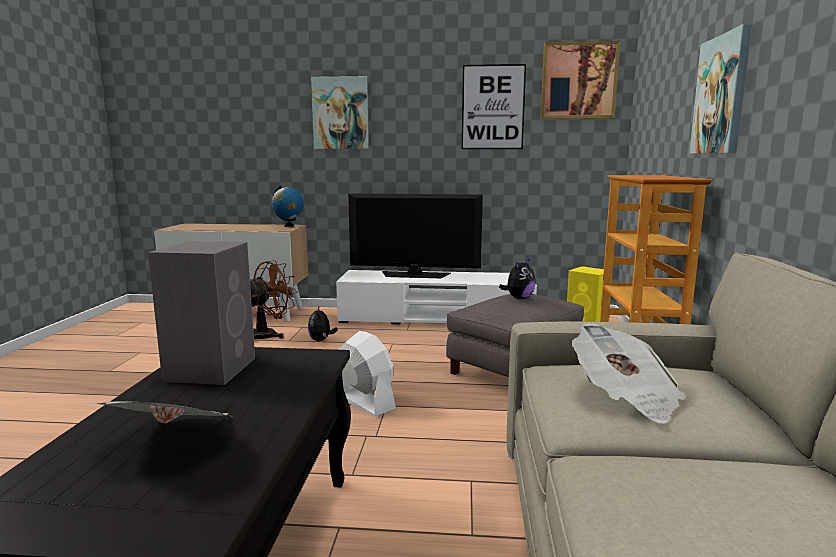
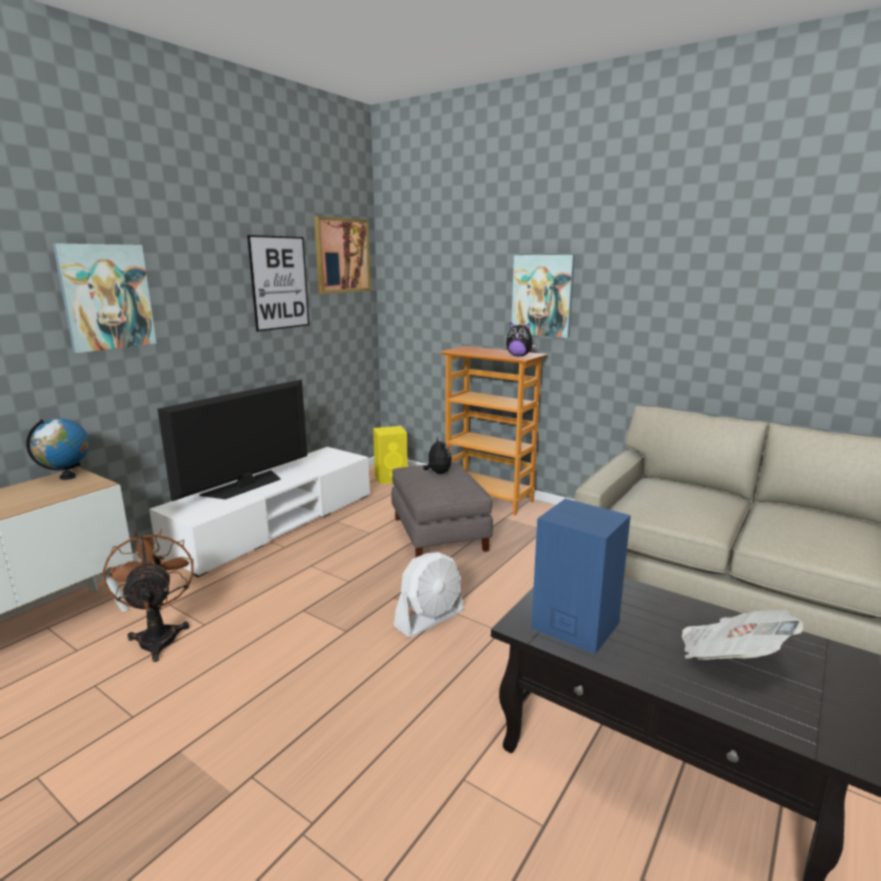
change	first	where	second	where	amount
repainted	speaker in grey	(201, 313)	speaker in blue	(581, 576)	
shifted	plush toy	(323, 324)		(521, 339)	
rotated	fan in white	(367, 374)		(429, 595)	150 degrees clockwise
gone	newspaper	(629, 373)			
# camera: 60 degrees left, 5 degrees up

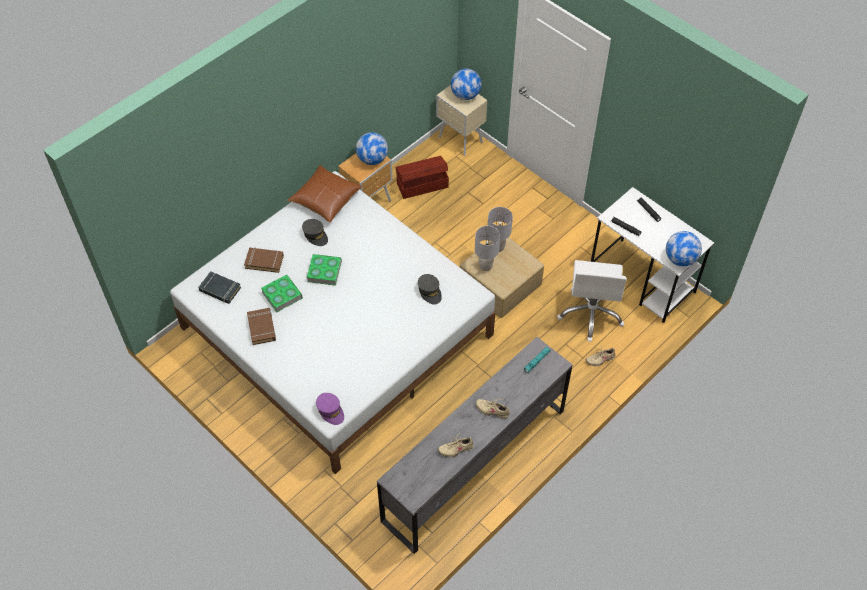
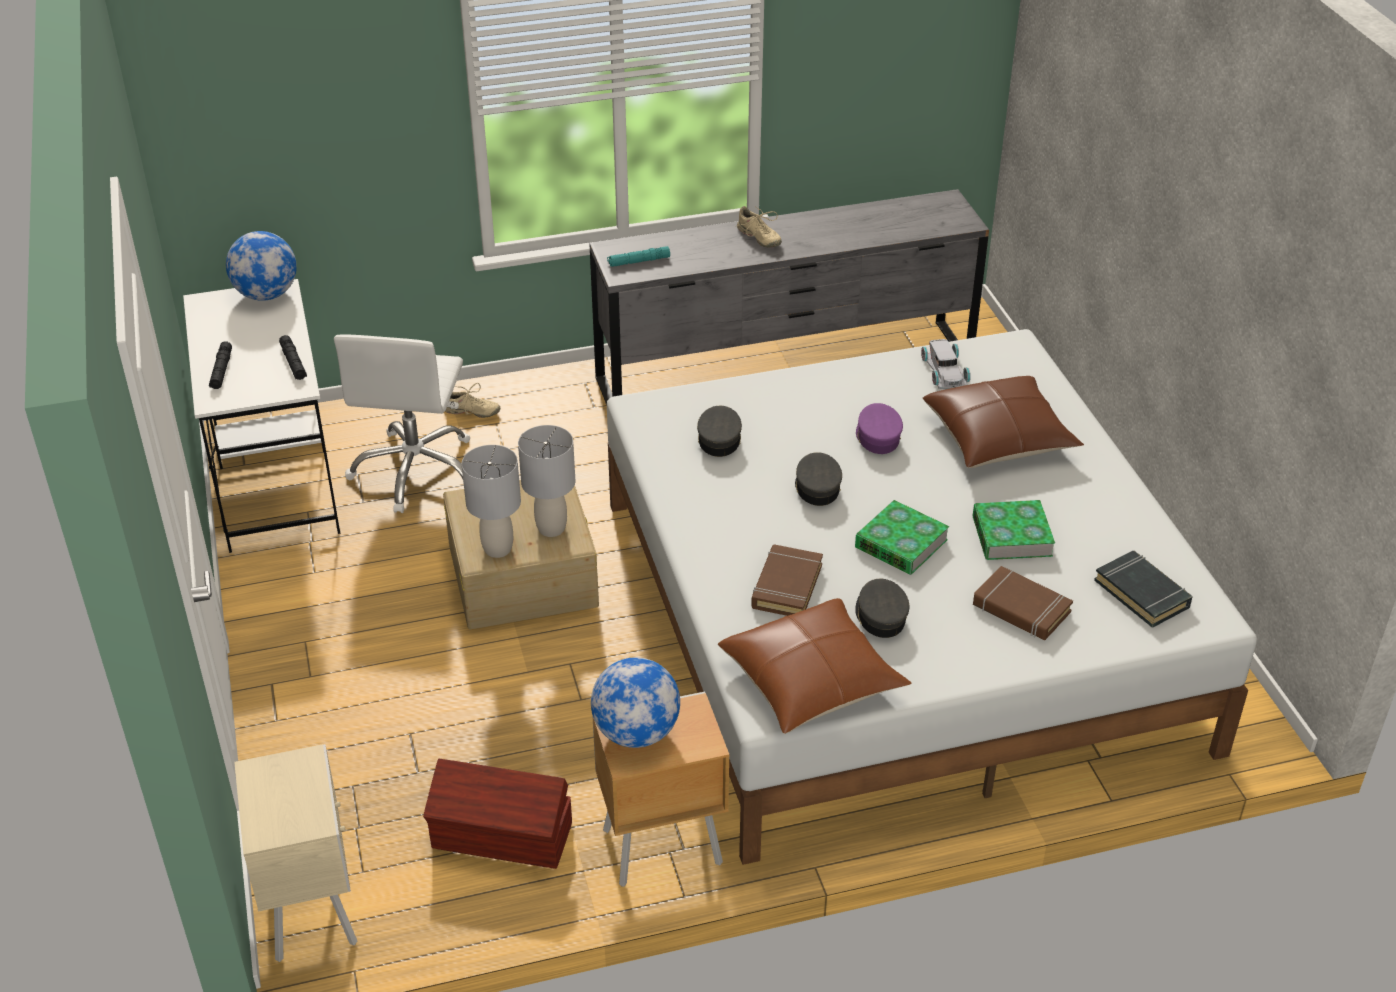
change	first	where	second	where	amount
shifted	book in brown	(261, 326)		(787, 580)	
shifted	cap in purple	(330, 409)		(879, 428)	
gone	shoe in beige	(456, 445)			
gone	globe	(466, 84)			
rotated	office chair in white	(592, 301)		(402, 423)	150 degrees clockwise
new			cap in grey	(818, 479)	
new			toy car in white	(946, 364)	
new			pillow in brown	(1003, 422)	
# camera: 150 degrees left, 15 degrees down

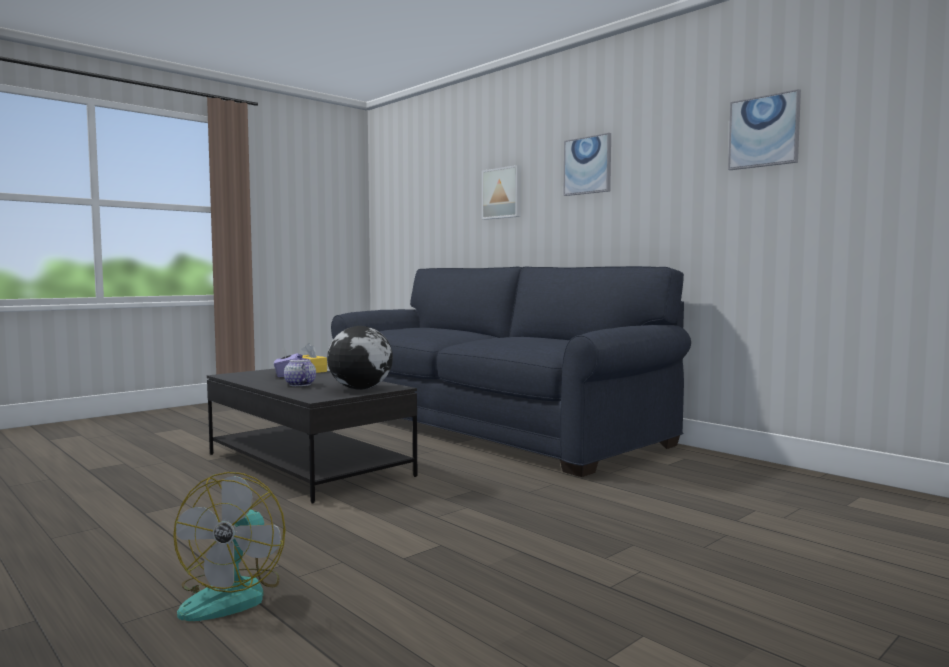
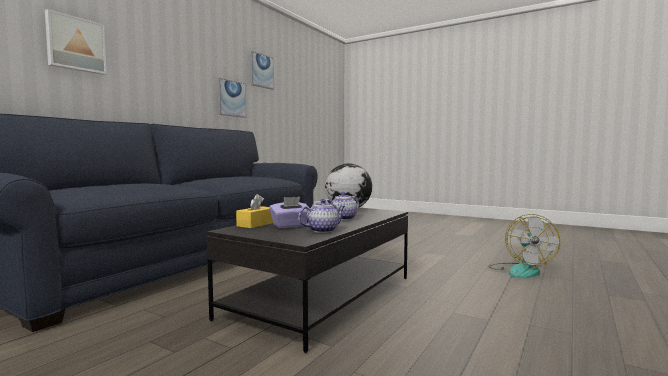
change	first	where	second	where	amount
rotated	fan	(229, 546)		(524, 246)	105 degrees clockwise
shifted	picture	(587, 164)		(232, 98)	
new			teapot	(321, 216)	
# camera: 105 degrees left, 0 degrees up

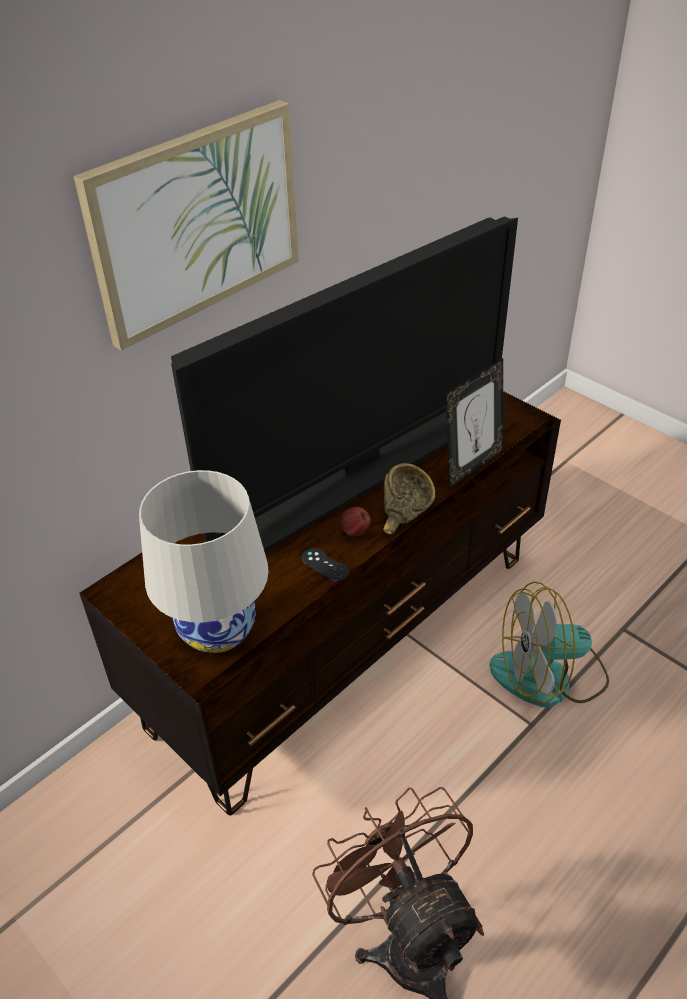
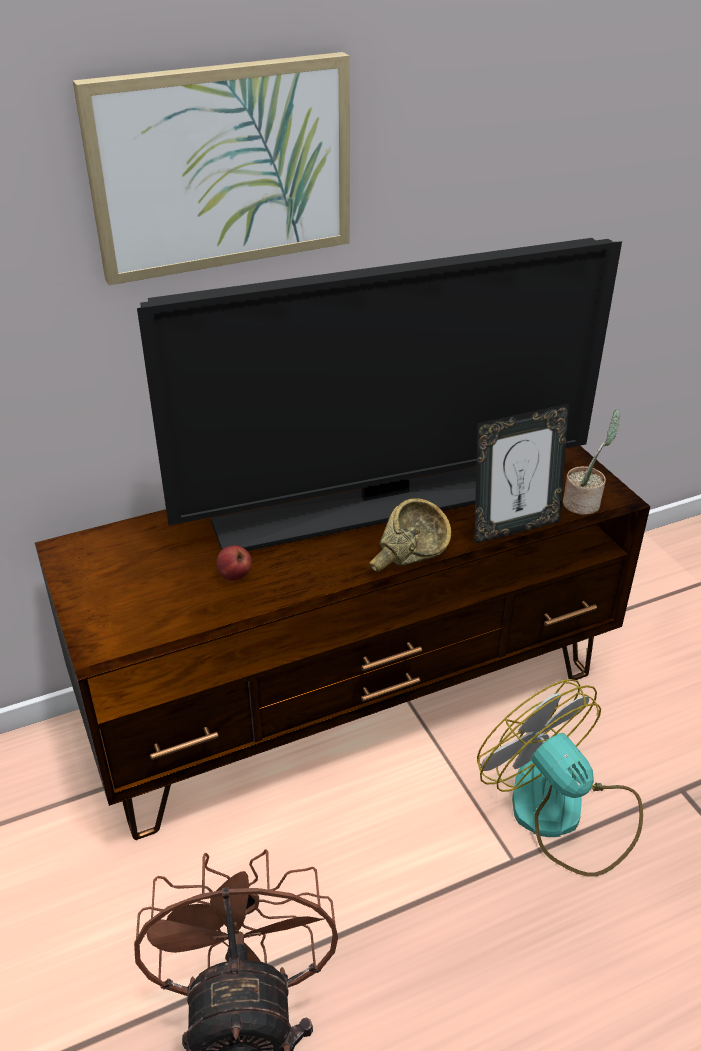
change	first	where	second	where	amount
gone	table lamp in white	(204, 561)			
gone	game controller in black	(325, 565)			
shifted	apple	(355, 522)		(234, 563)	
rotated	fan	(549, 645)		(560, 778)	45 degrees clockwise
new			potted plant	(591, 462)	
# camera: 20 degrees right, 5 degrees down

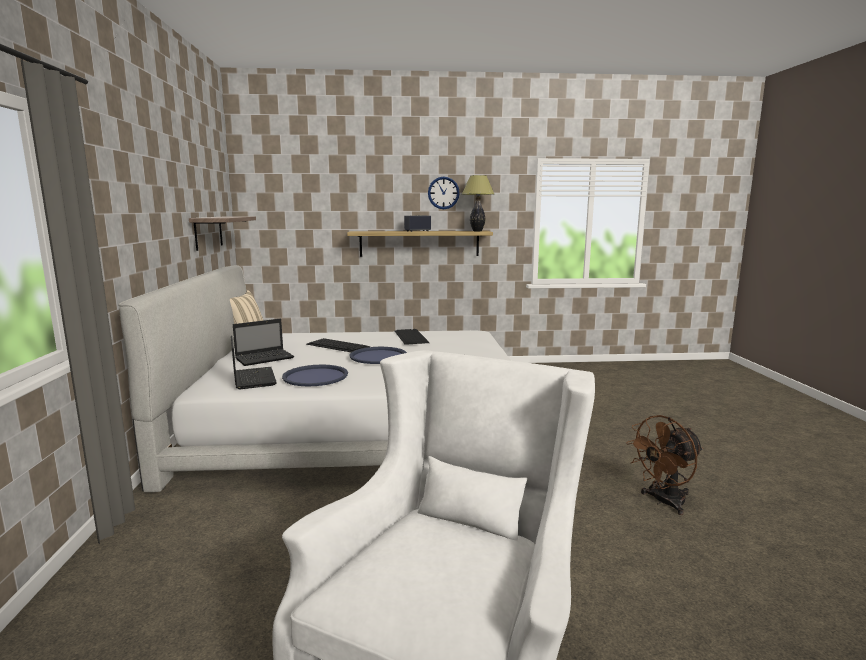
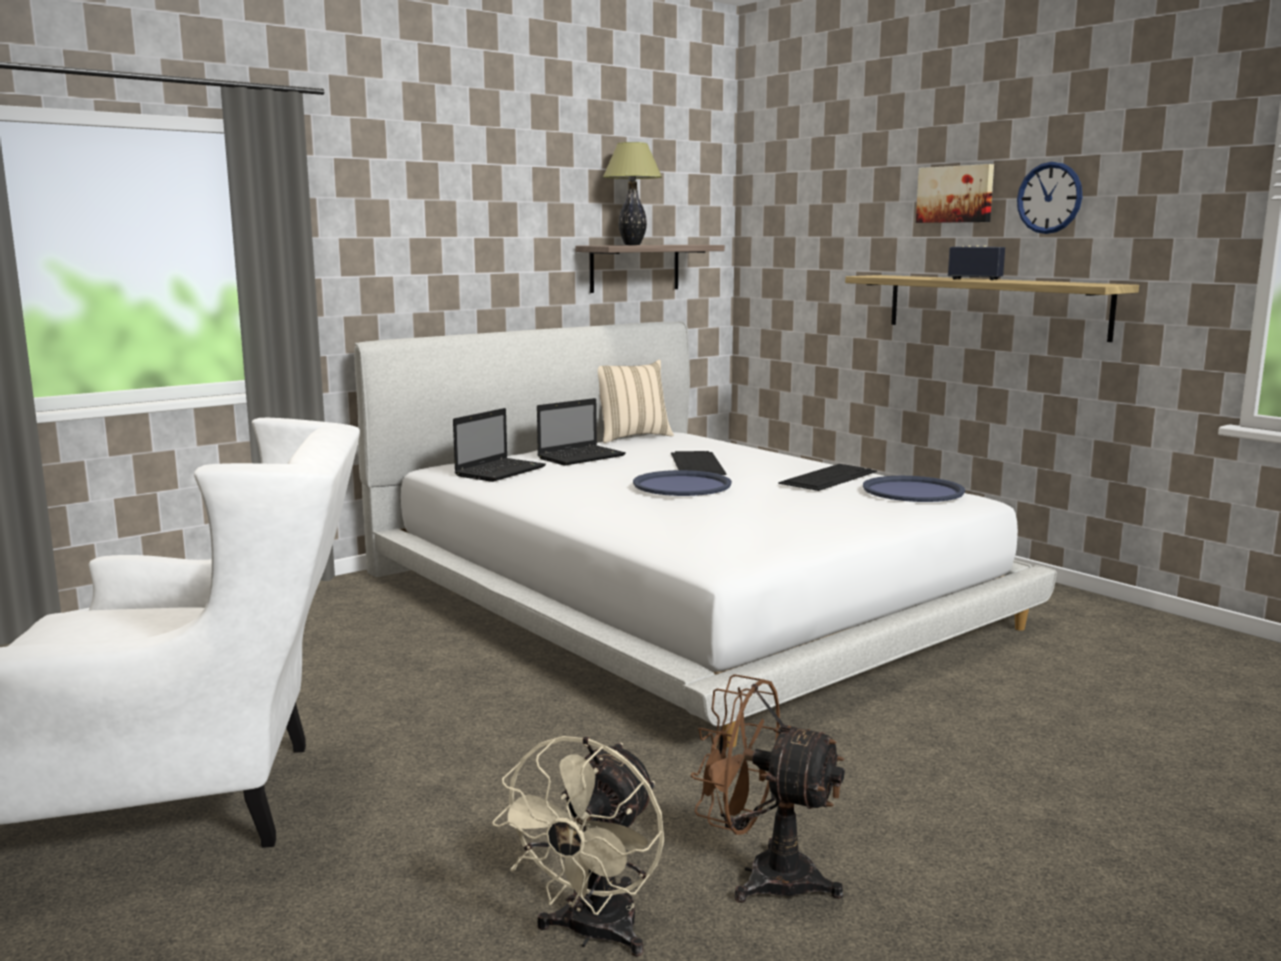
change	first	where	second	where	amount
rotated	laptop	(263, 342)		(581, 432)	60 degrees counterclockwise
shifted	tray in blue	(315, 375)		(914, 489)	
shifted	table lamp	(478, 203)		(632, 193)	
new			fan in beige	(578, 846)	
new			picture	(955, 193)	
# camera: 55 degrees right, 0 degrees up

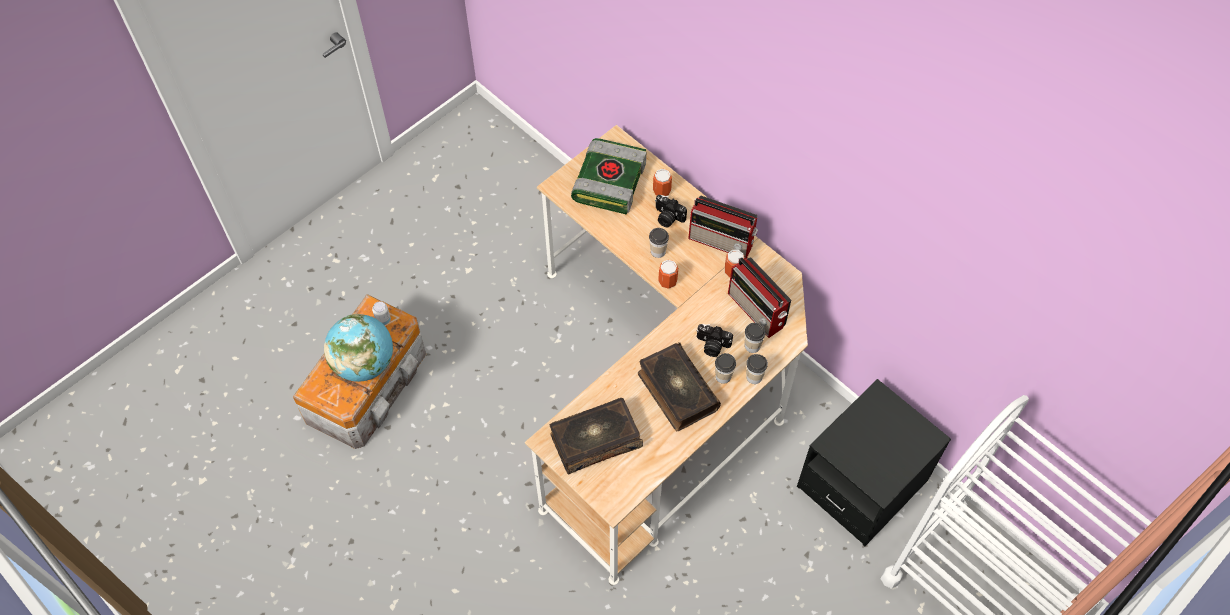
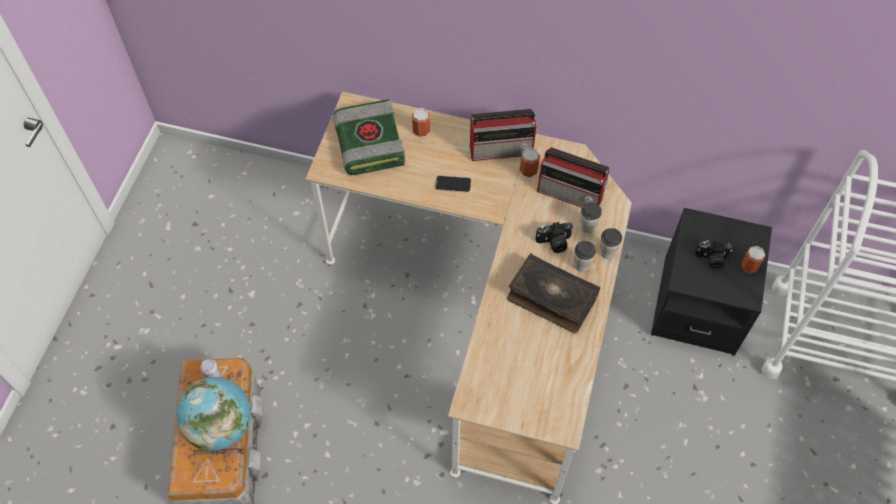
change	first	where	second	where	amount
gone	book	(596, 436)			
swapped	cup	(659, 243)	phone	(453, 184)	
shifted	photo camera	(671, 211)		(714, 254)	
shifted	can	(668, 274)		(753, 259)	
# camera: 30 degrees left, 0 degrees up

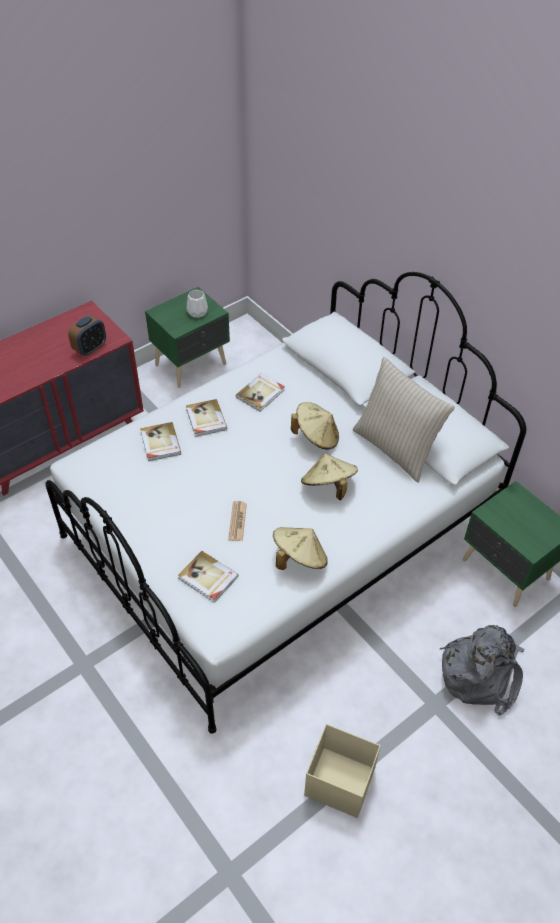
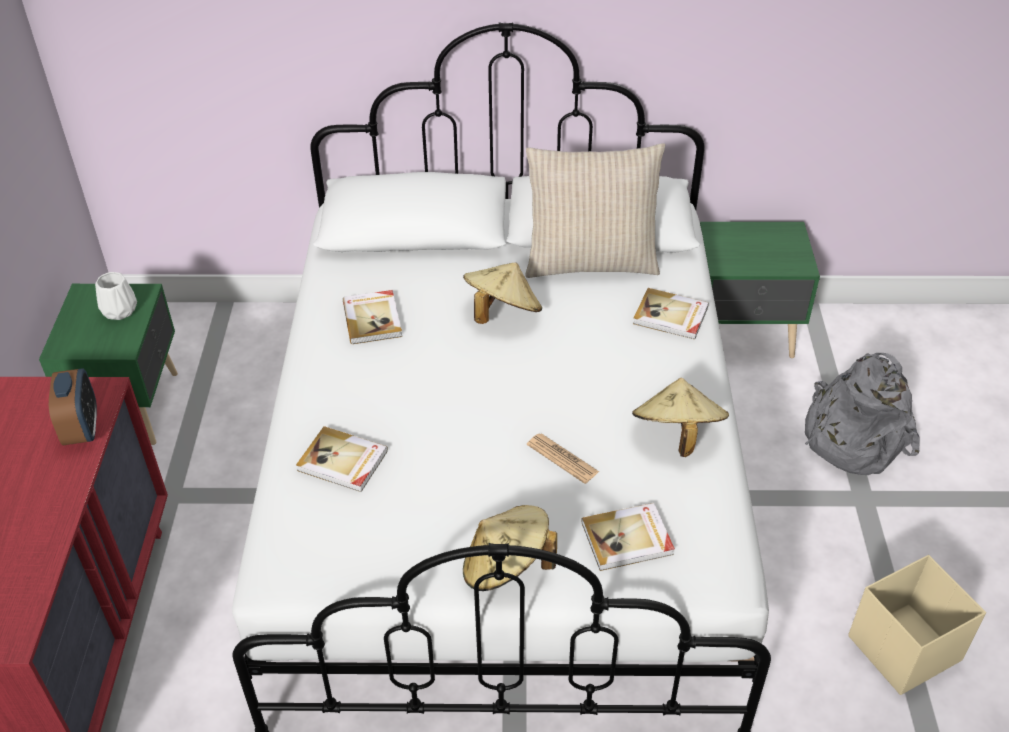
change	first	where	second	where	amount
shifted	book	(206, 418)		(671, 314)	
shifted	hat in beige	(329, 477)		(510, 548)	
# camera: 50 degrees left, 5 degrees down

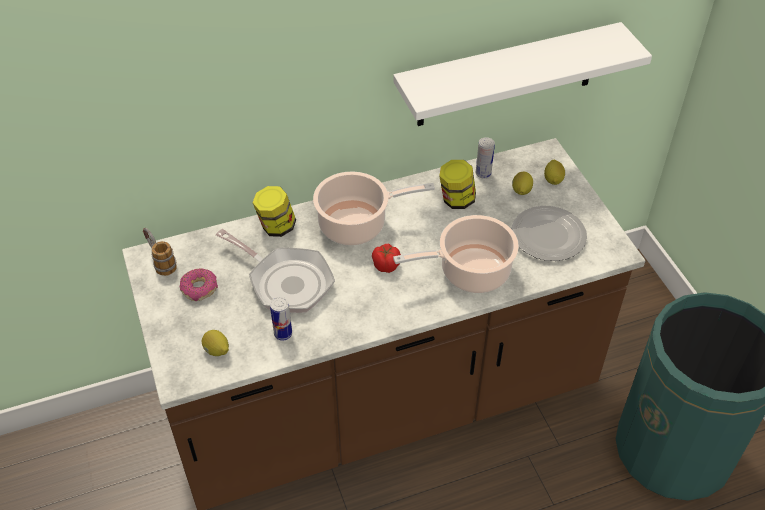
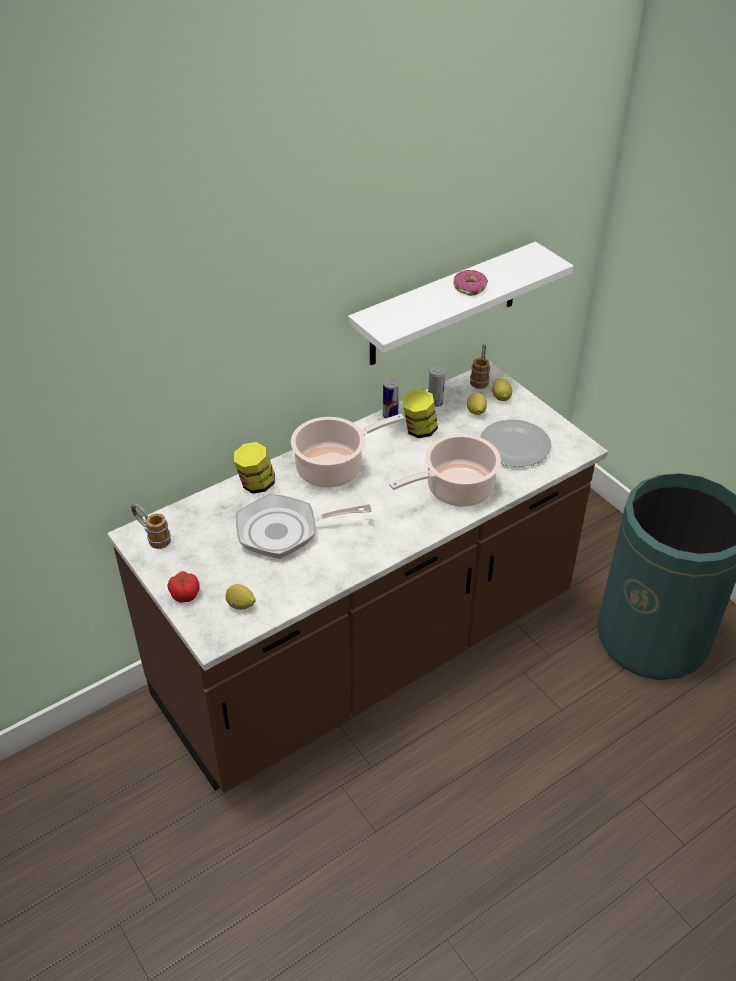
change	first	where	second	where	amount
shifted	donut	(199, 284)		(470, 283)	
rotated	frying pan	(275, 271)		(304, 526)	150 degrees clockwise
shifted	can	(281, 319)		(391, 398)	
shifted	tomato	(386, 258)		(184, 587)	
new			mug	(480, 366)	
# camera: 15 degrees left, 5 degrees down

